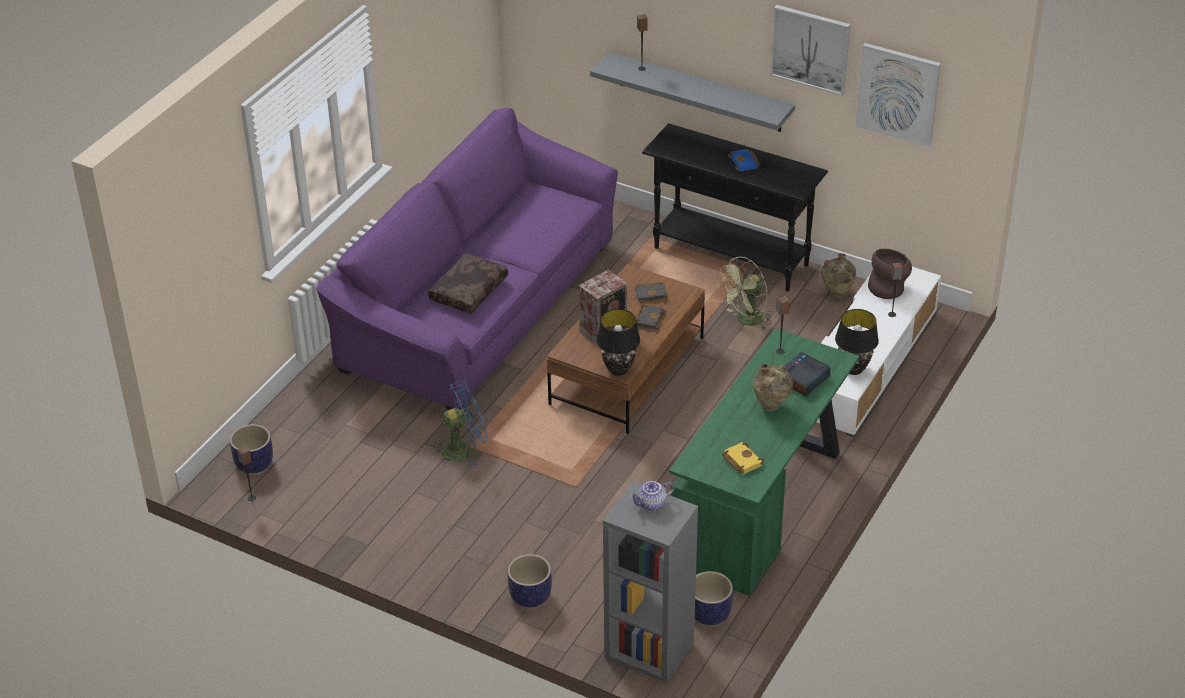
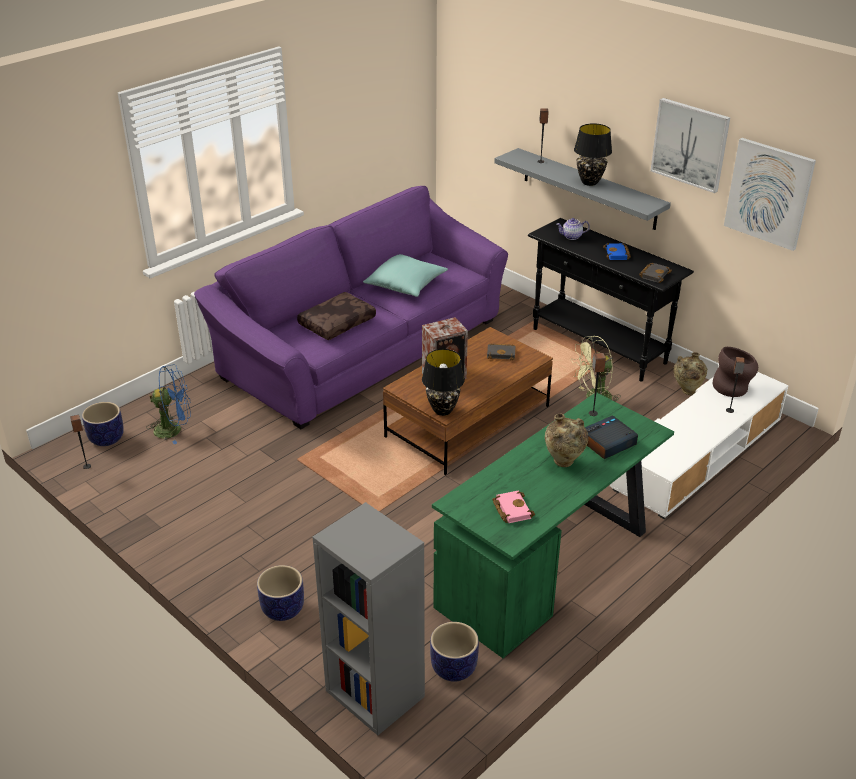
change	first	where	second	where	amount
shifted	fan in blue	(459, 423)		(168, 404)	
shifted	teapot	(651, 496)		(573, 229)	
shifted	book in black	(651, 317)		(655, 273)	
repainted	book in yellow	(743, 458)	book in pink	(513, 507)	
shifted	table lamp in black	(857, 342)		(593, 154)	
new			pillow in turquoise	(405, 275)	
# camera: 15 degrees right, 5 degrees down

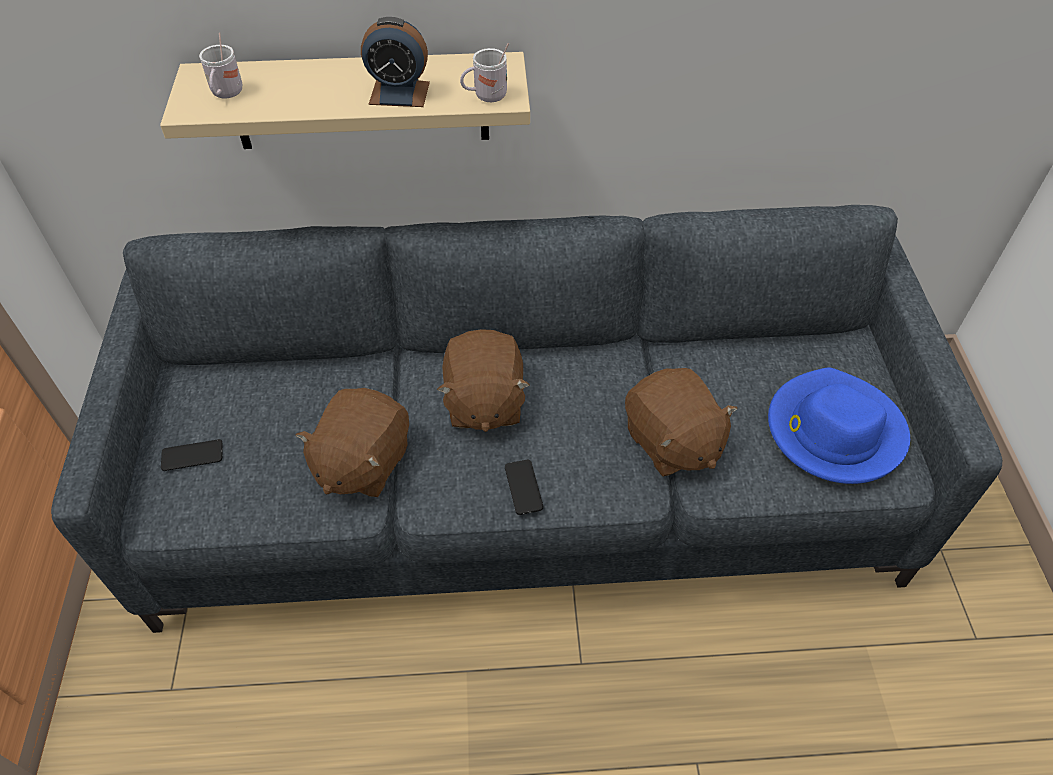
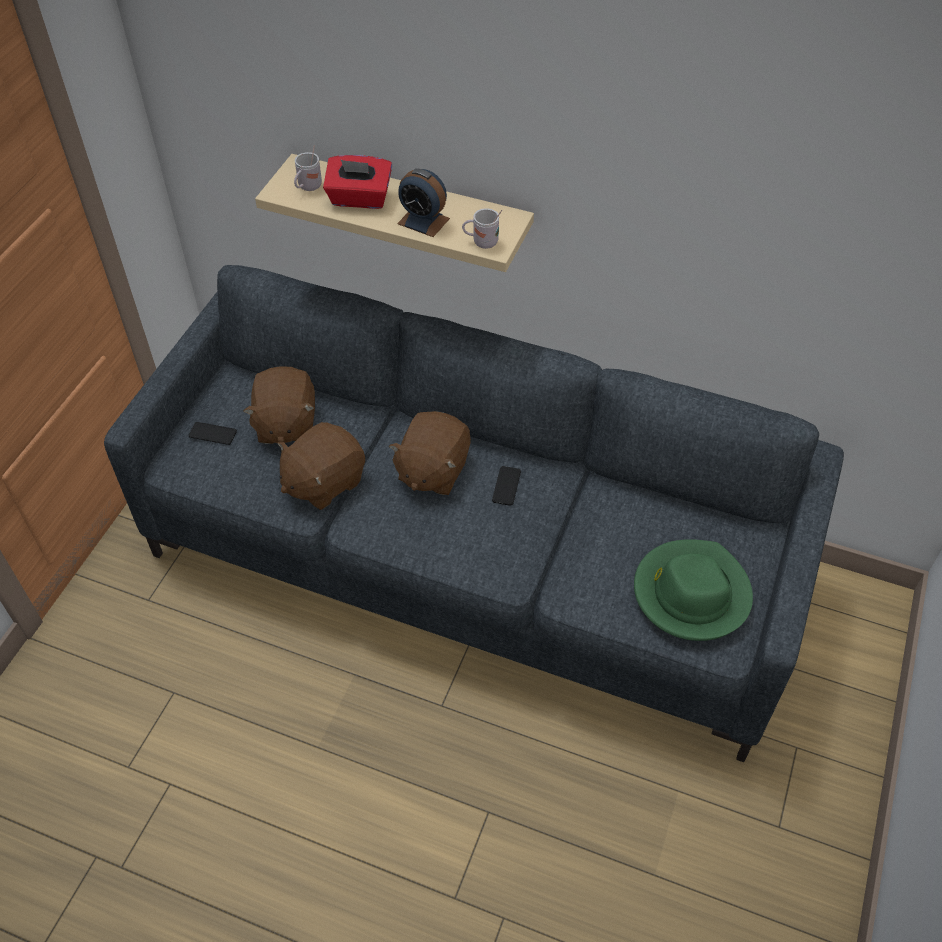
change	first	where	second	where	amount
shifted	phone	(524, 487)		(506, 486)	
shifted	plush toy in brown	(681, 422)		(279, 405)	
repainted	hat in blue	(839, 426)	hat in green	(693, 590)	
new			tissue box in red	(357, 182)	
# camera: 25 degrees right, 0 degrees up

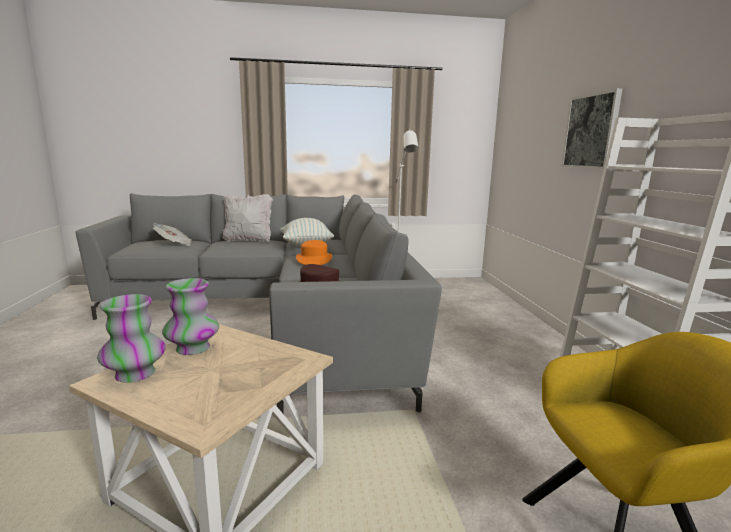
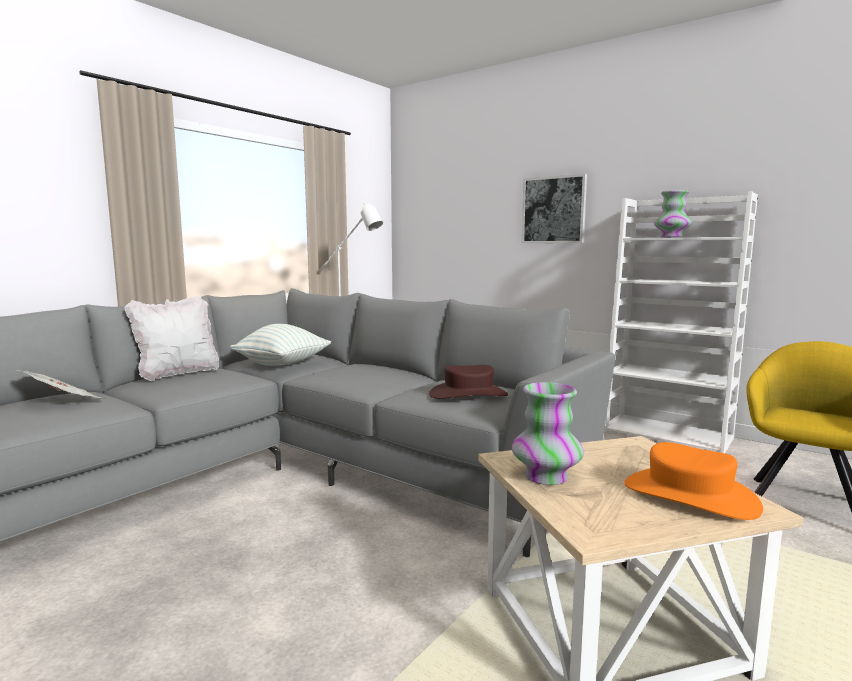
change	first	where	second	where	amount
shifted	vase	(131, 338)		(673, 214)	
shifted	hat in orange	(314, 252)		(694, 481)	
# camera: 45 degrees left, 5 degrees down

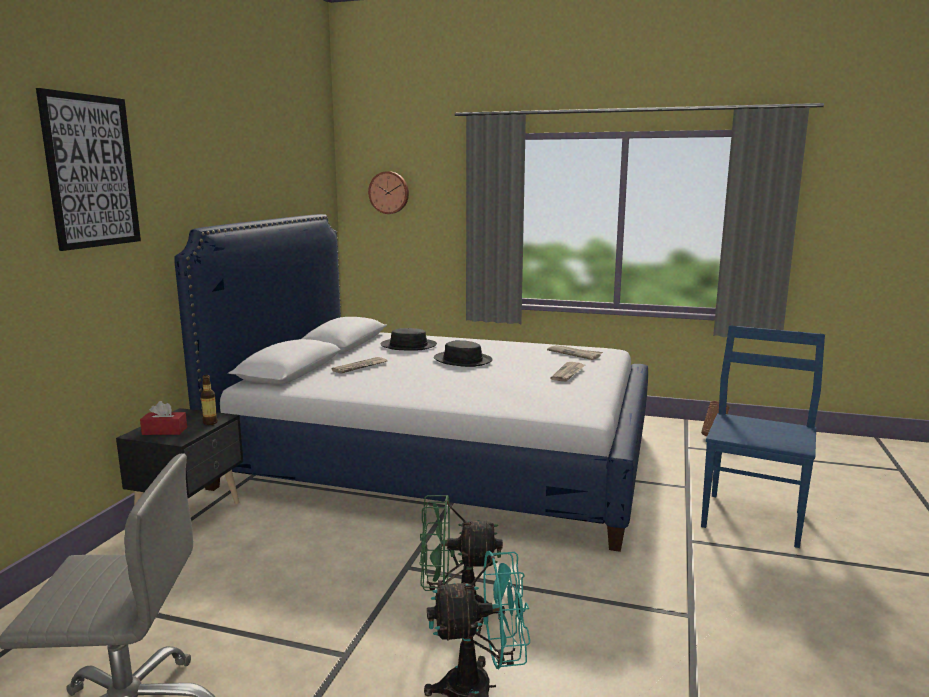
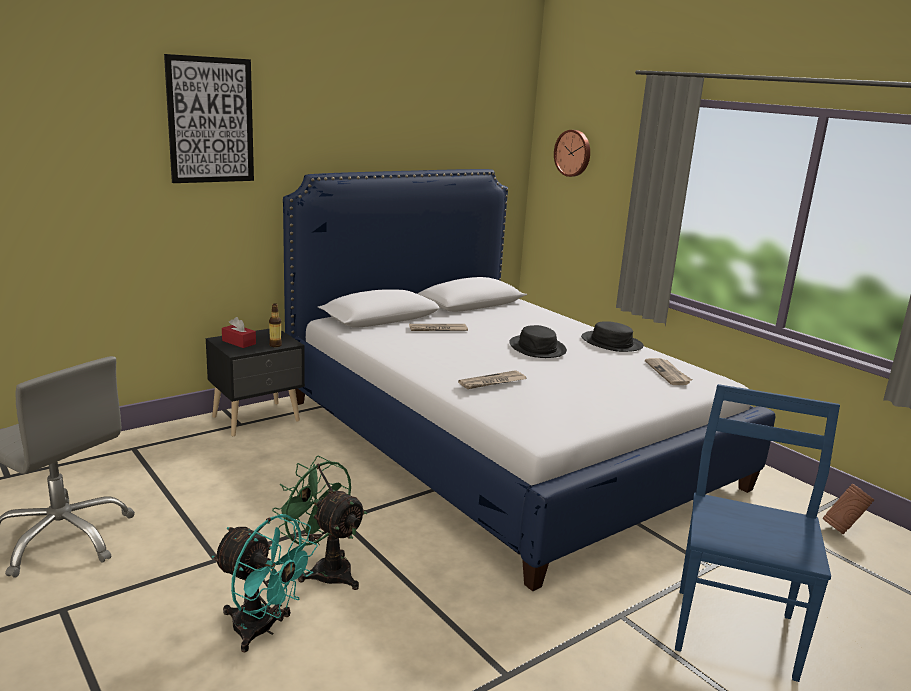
change	first	where	second	where	amount
shifted	hat in black	(408, 339)		(612, 336)	
shifted	newspaper	(567, 372)		(492, 379)	
rotated	chair in blue	(763, 436)		(757, 533)	45 degrees counterclockwise
# camera: 35 degrees right, 5 degrees up

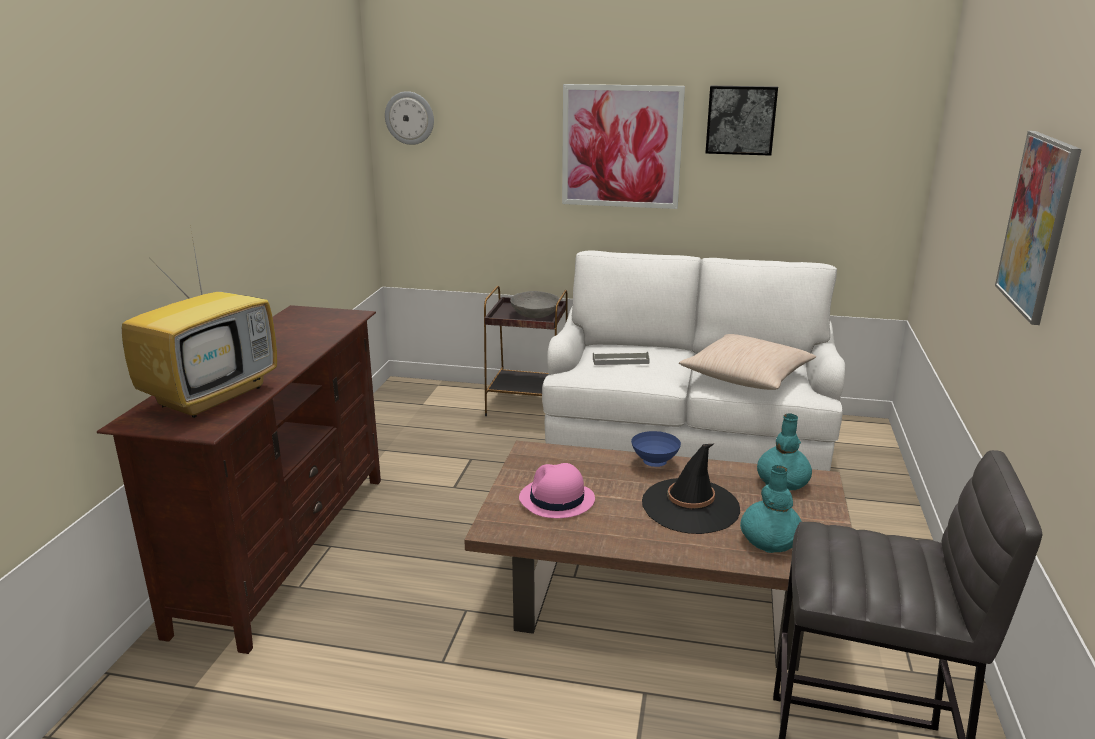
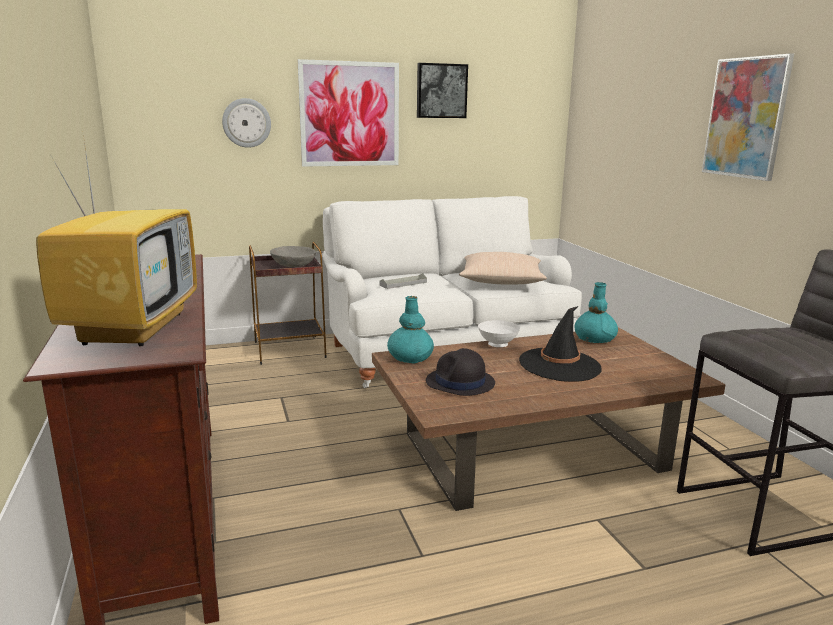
change	first	where	second	where	amount
shifted	wall clock	(409, 118)		(246, 123)	
repainted	hat in pink	(557, 490)	hat in black	(460, 372)	
repainted	bowl in blue	(656, 449)	bowl in white	(499, 333)	
shifted	vase in turquoise	(771, 509)		(410, 330)	
# camera: 30 degrees left, 5 degrees down

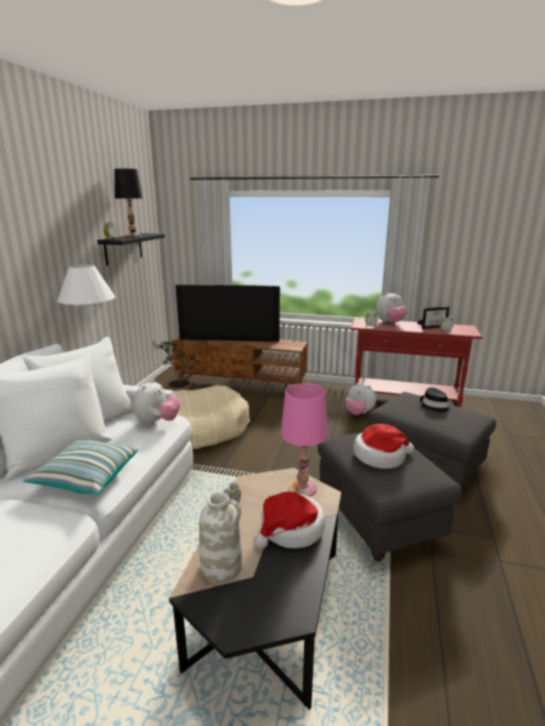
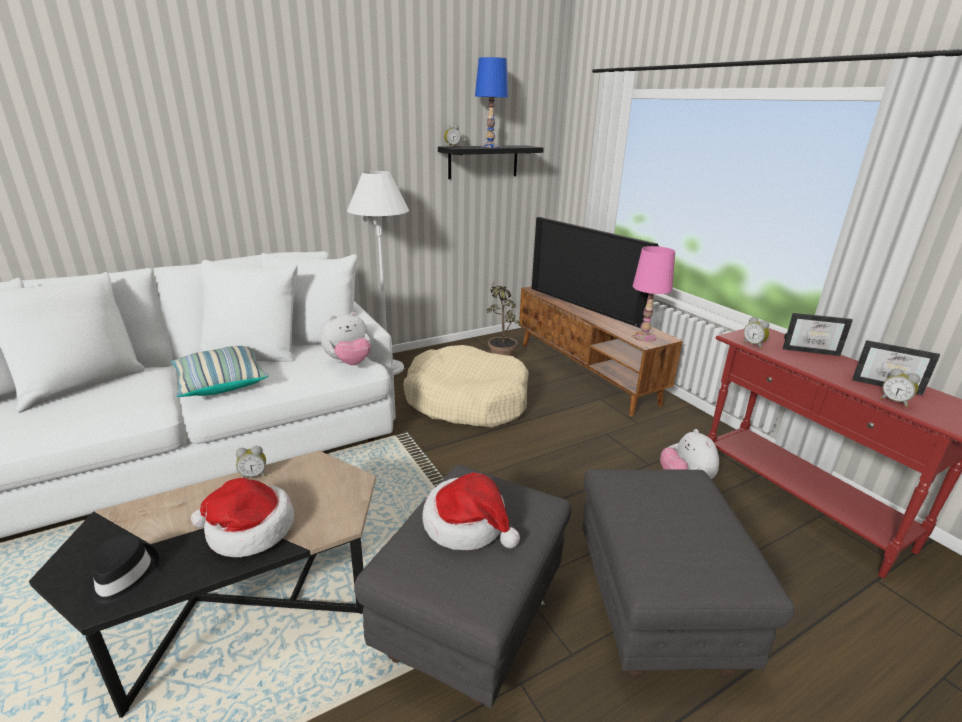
change	first	where	second	where	amount
repainted	table lamp in black	(128, 203)	table lamp in blue	(492, 102)	
gone	vase in white	(220, 537)			
shifted	table lamp in pink	(304, 440)		(653, 294)	
swapped	plush toy	(391, 307)	picture frame	(818, 334)	
shifted	hat in black	(436, 400)		(122, 571)	
# camera: 45 degrees right, 5 degrees up

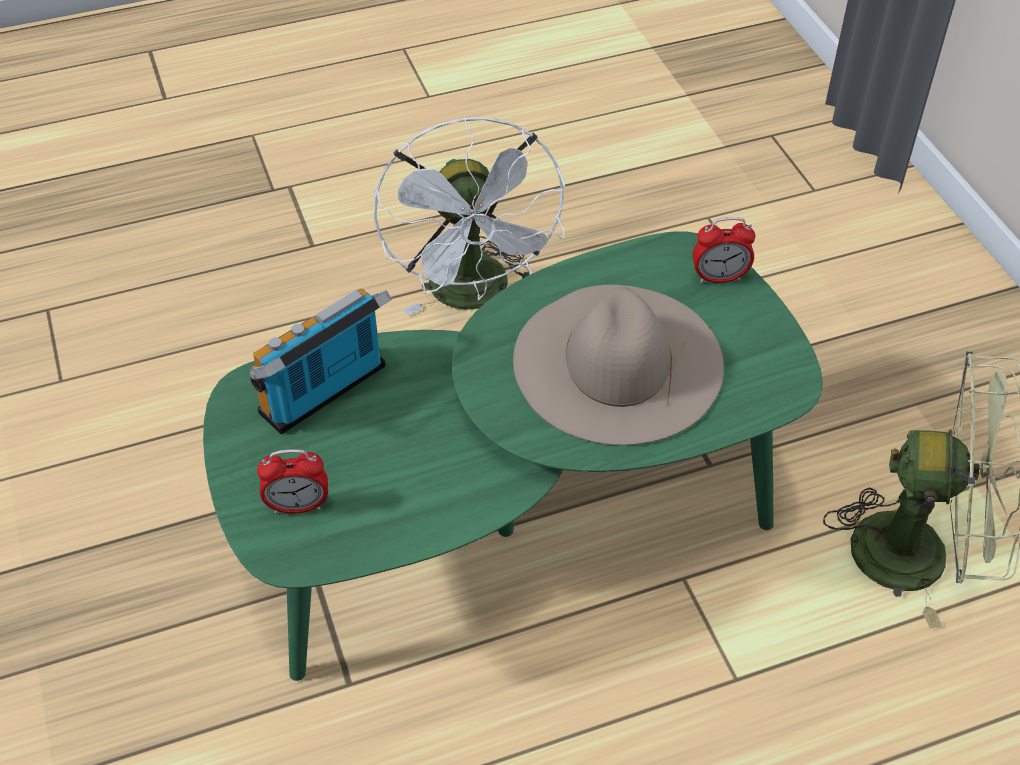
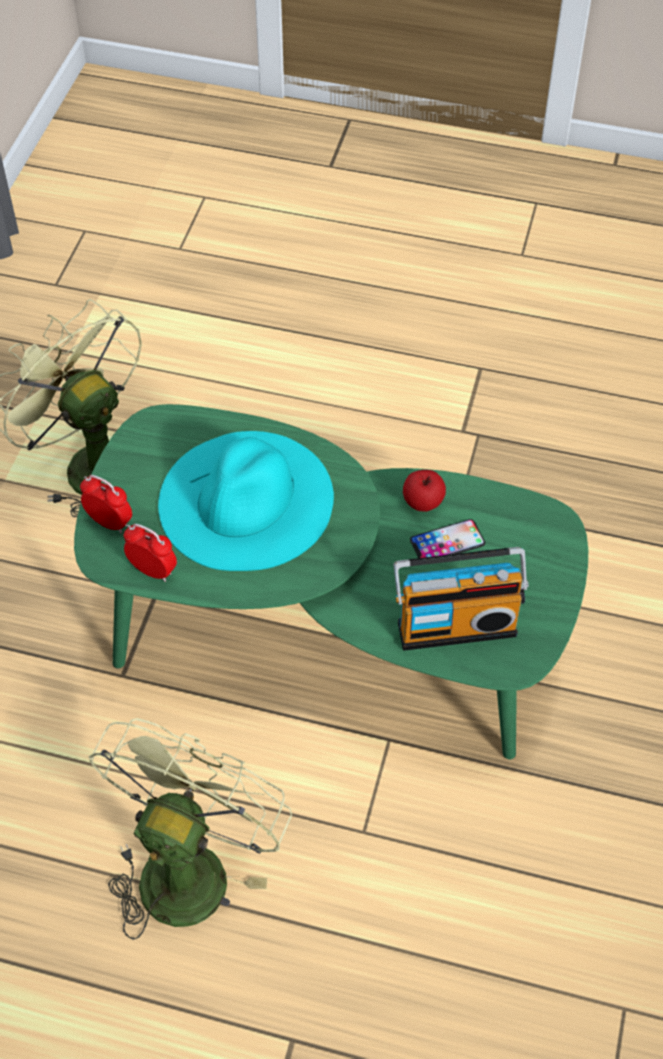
change	first	where	second	where	amount
shifted	alarm clock	(292, 481)		(150, 553)	
repainted	fan in white	(469, 216)	fan in green	(190, 829)	
repainted	hat in beige	(618, 365)	hat in turquoise	(246, 501)	
new			apple	(424, 491)	
new			phone	(447, 538)	
# camera: 145 degrees left, 5 degrees up

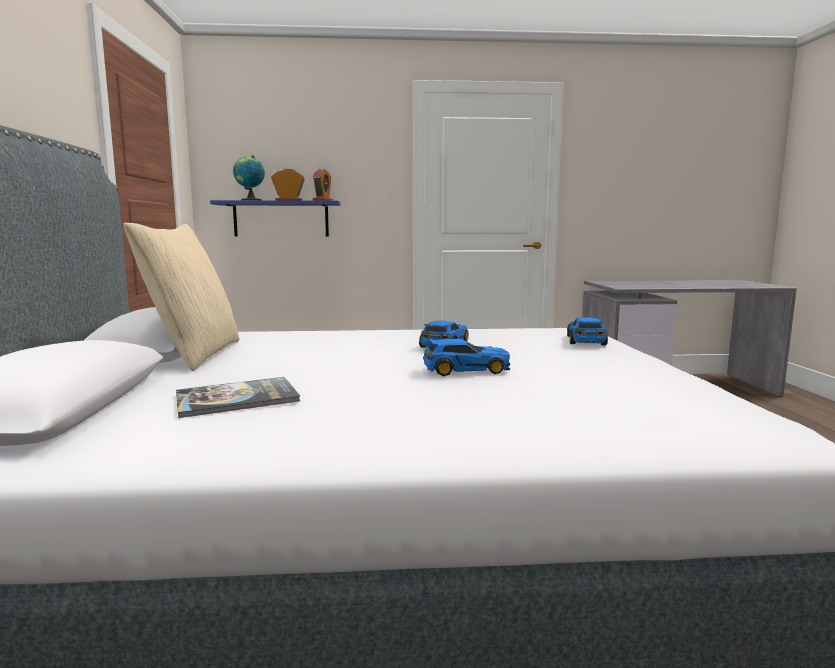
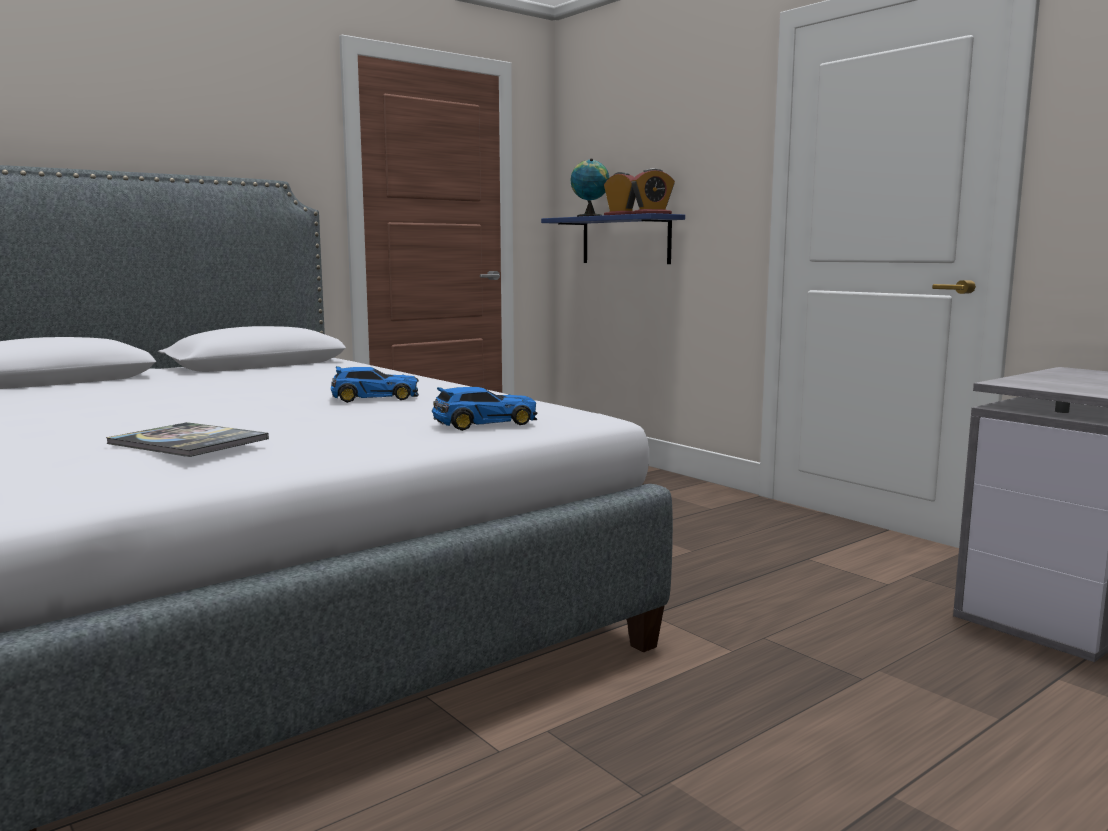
change	first	where	second	where	amount
gone	pillow in beige	(181, 297)			
shifted	book	(238, 397)		(187, 439)	
gone	toy car	(466, 357)			
# camera: 55 degrees right, 0 degrees up

